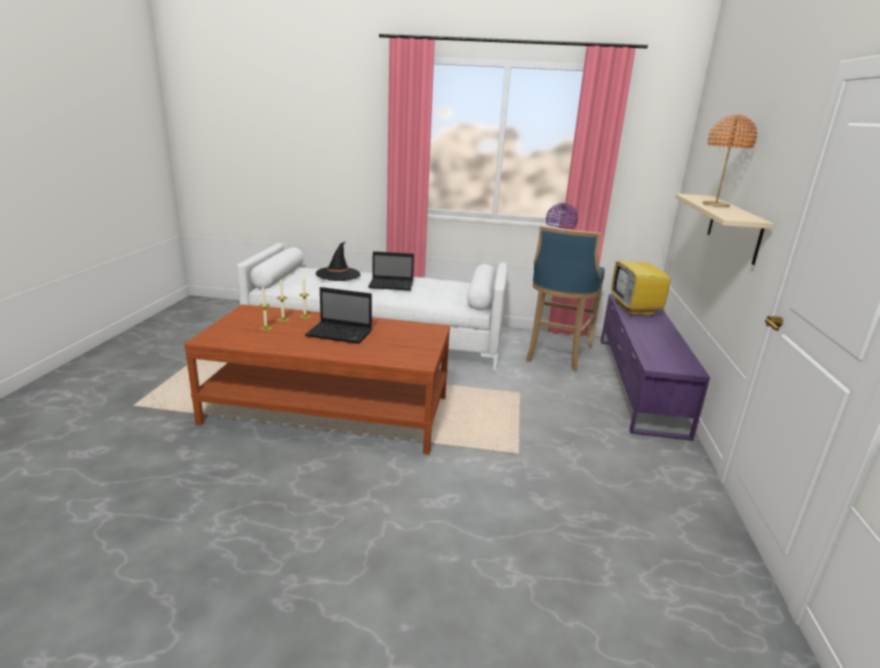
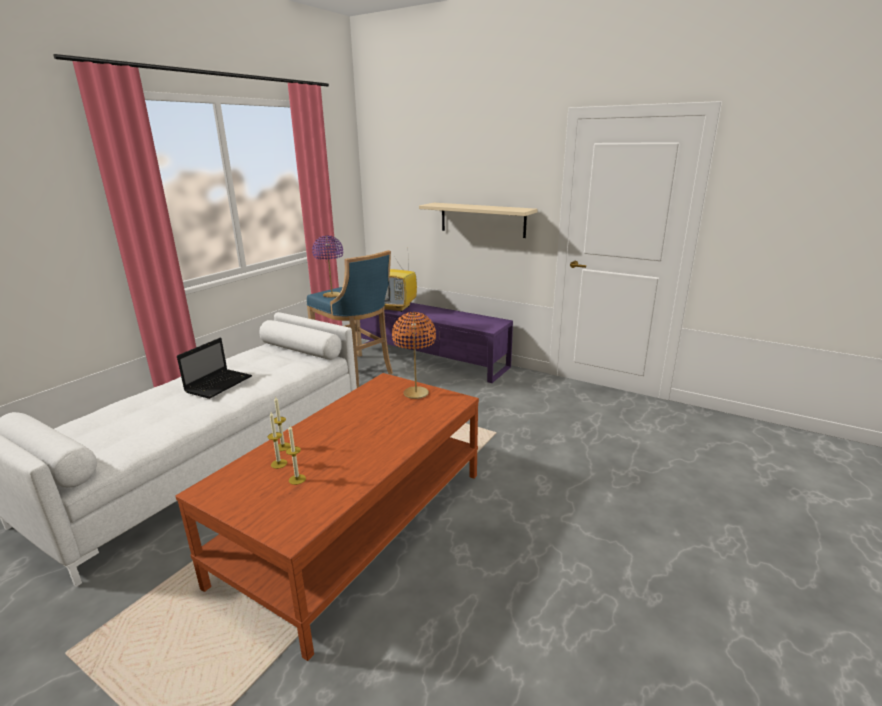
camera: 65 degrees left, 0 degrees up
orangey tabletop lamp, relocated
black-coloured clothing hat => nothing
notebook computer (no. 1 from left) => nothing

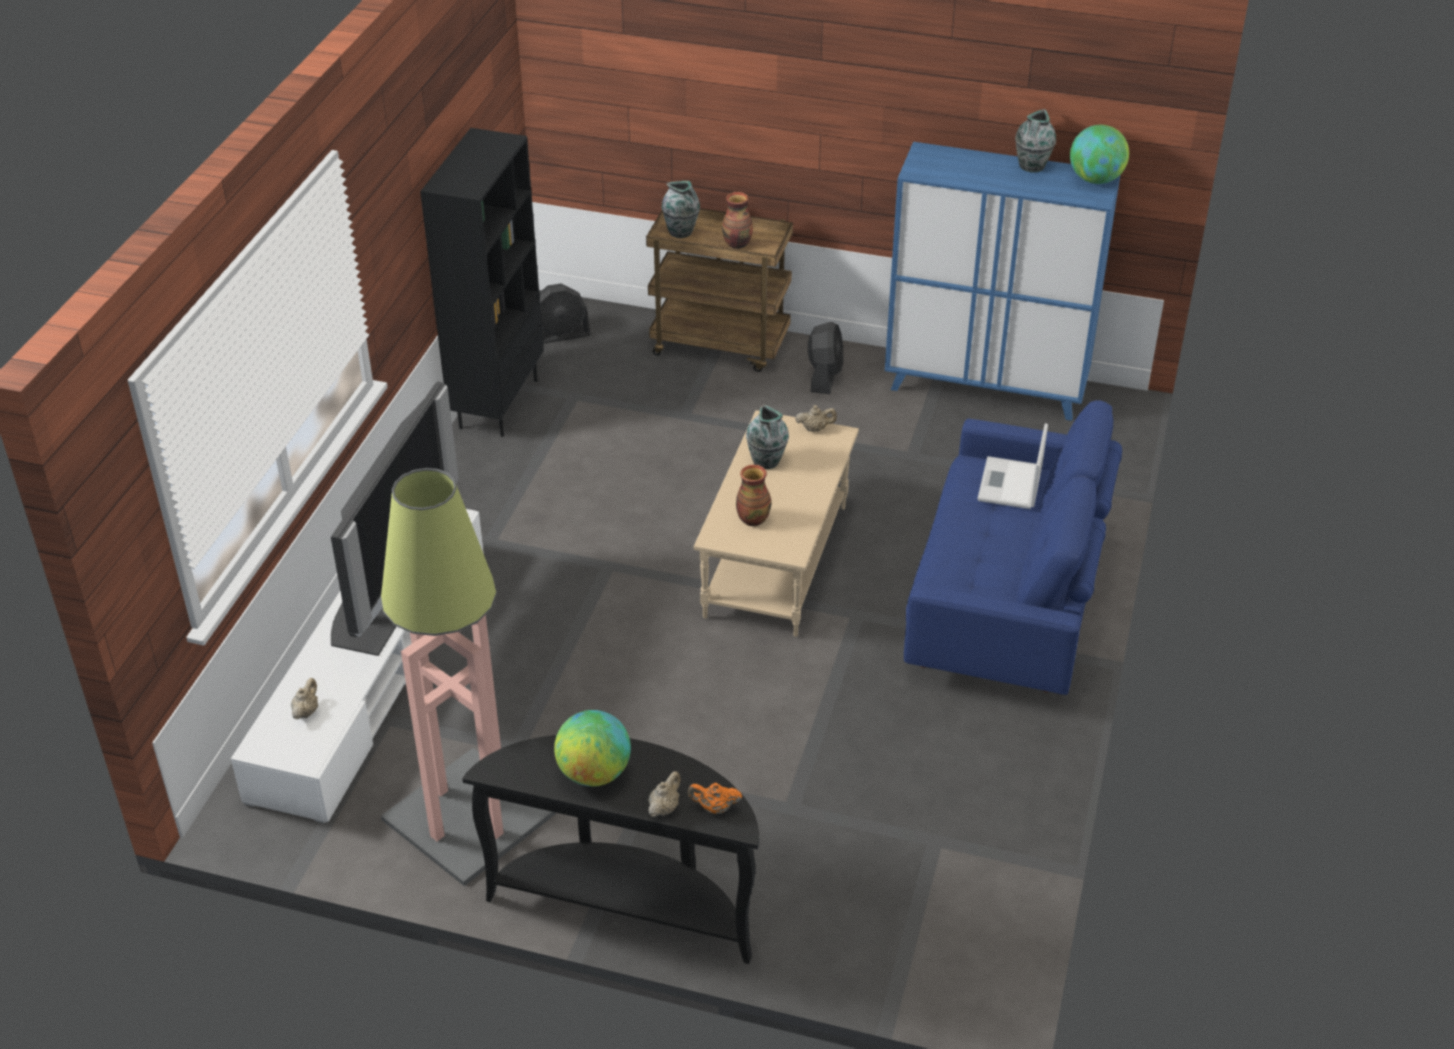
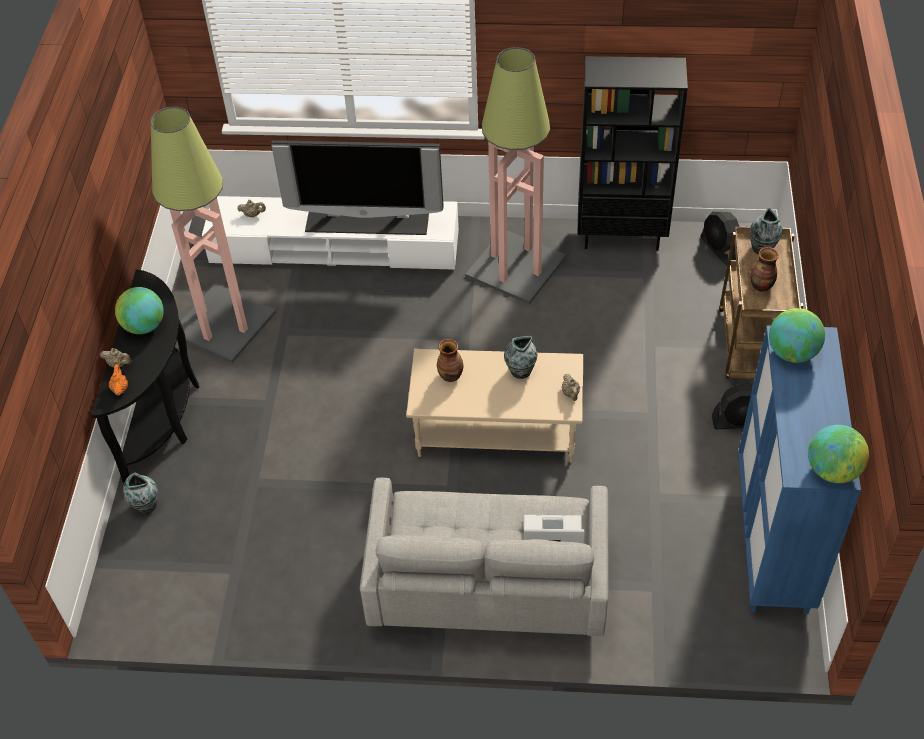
camera: 80 degrees right, 10 degrees up
vase (no. 5 from left in the first image) => vase (no. 1 from left), relocated
bluish sofa => gray sofa
nothing => standard lamp (no. 2 from left)
nothing => desk globe (no. 2 from left)

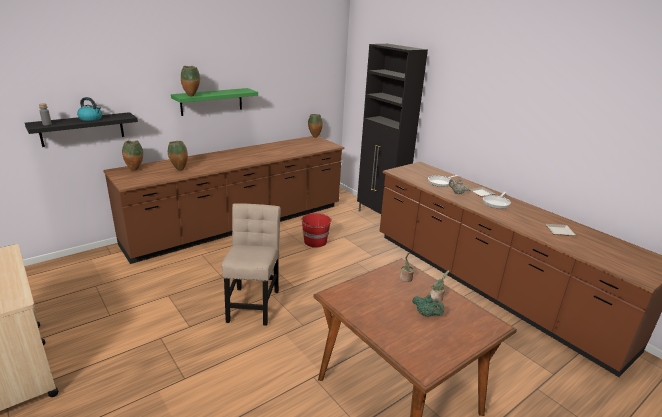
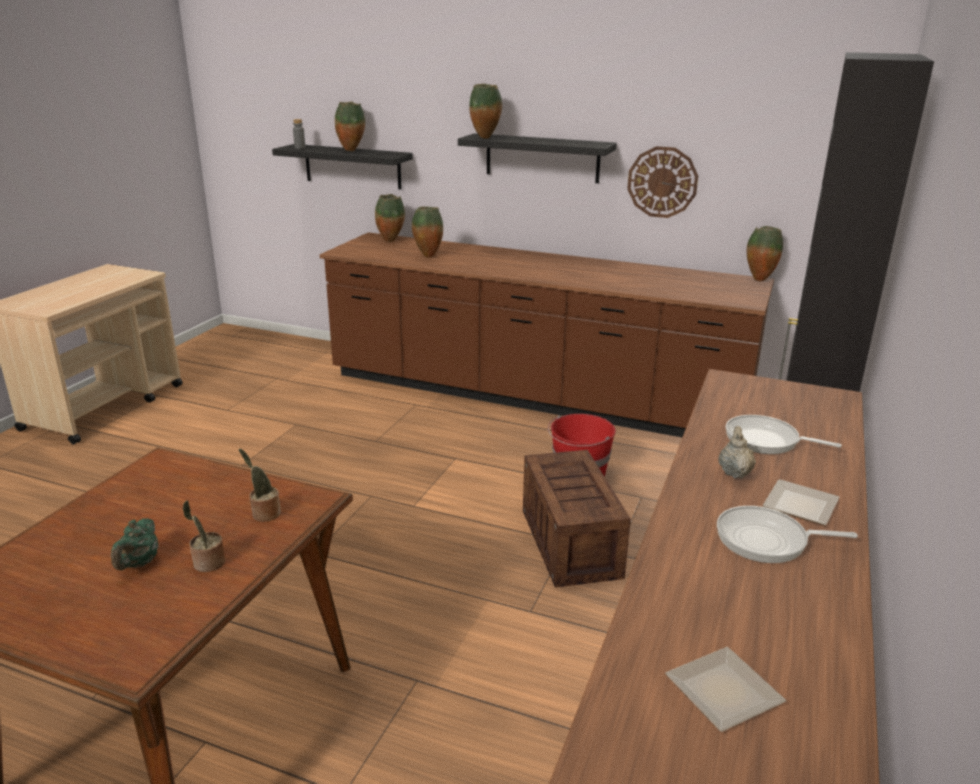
camera: 60 degrees right, 0 degrees up
greenish wall shelf => black-coloured wall shelf (no. 2 from left)
water kettle => vase (no. 1 from left)
beige upright chair => nothing
nothing => wall clock
nothing => crate

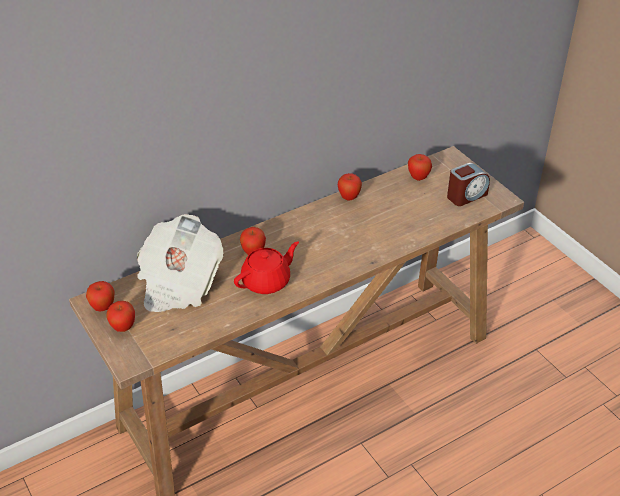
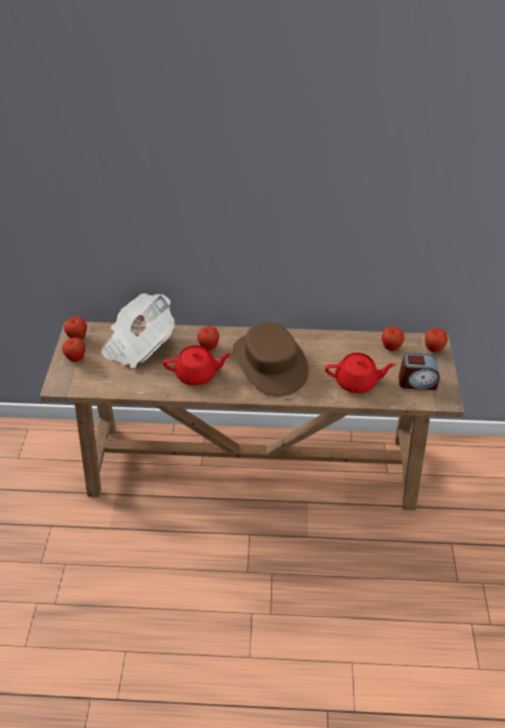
camera: 35 degrees right, 5 degrees up
apple fruit (no. 4 from left in the first image) => apple fruit (no. 5 from left), relocated
nothing => brown-coloured clothing hat
nothing => reddish teapot (no. 2 from left)

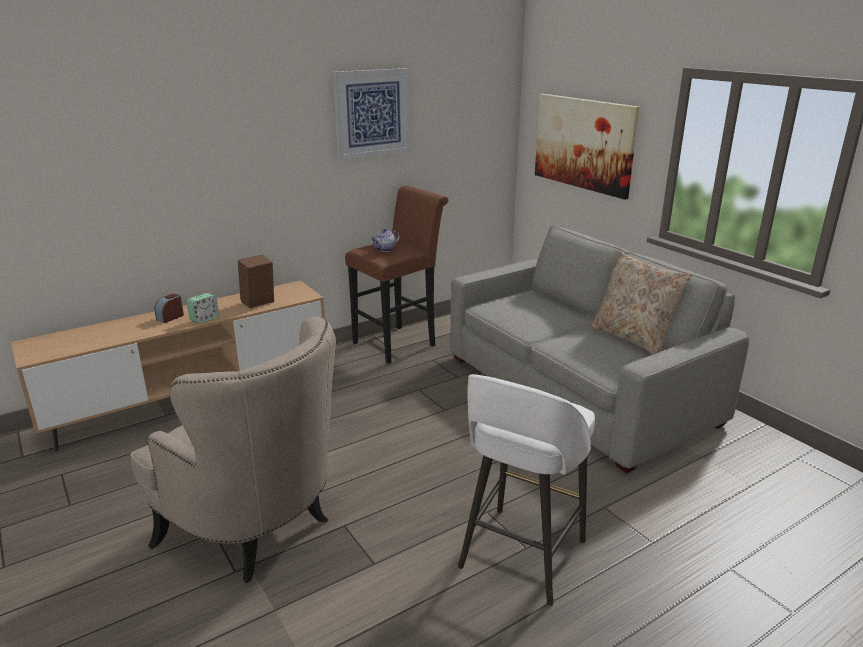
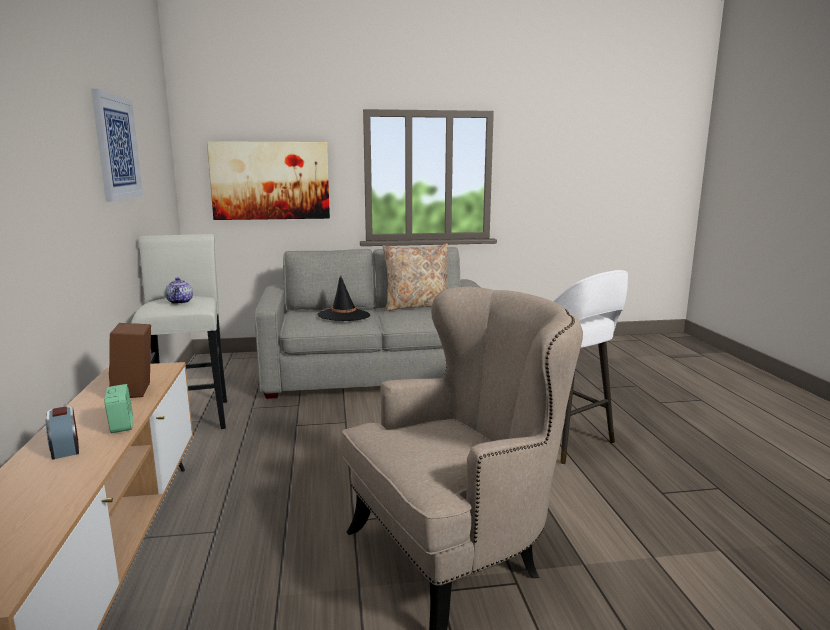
camera: 65 degrees left, 10 degrees down
brown-coloured sitting stool => white-coloured sitting stool (no. 1 from left)
nothing => black-coloured clothing hat

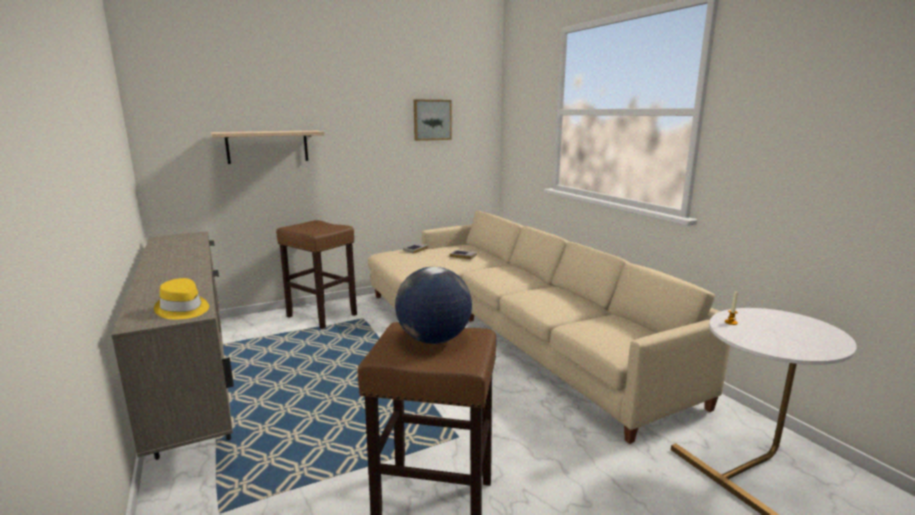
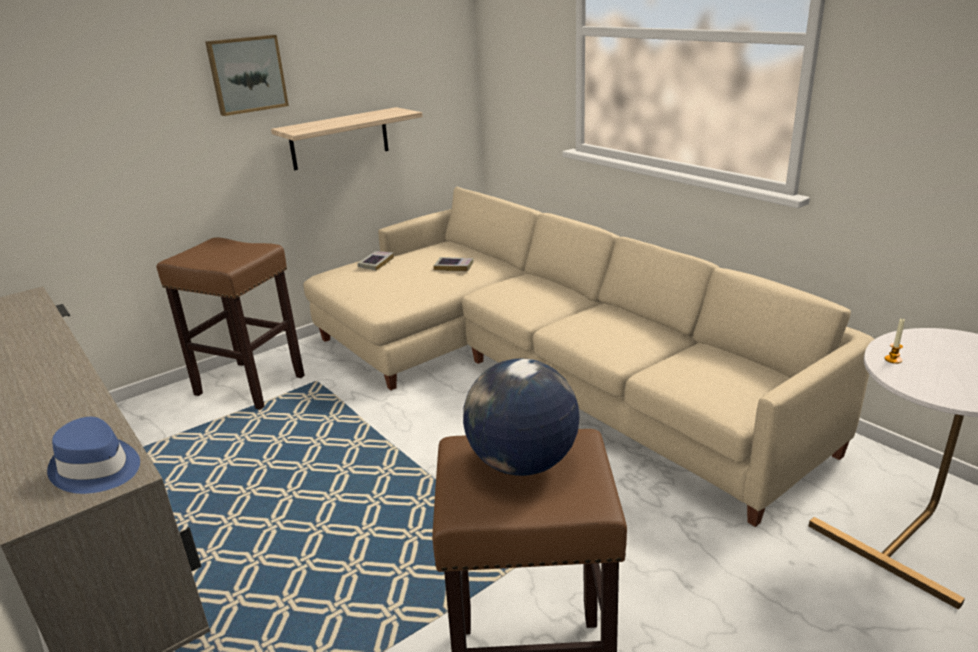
camera: 10 degrees left, 10 degrees up
wall art, relocated
wall shelf, relocated
yellow clothing hat => bluish clothing hat

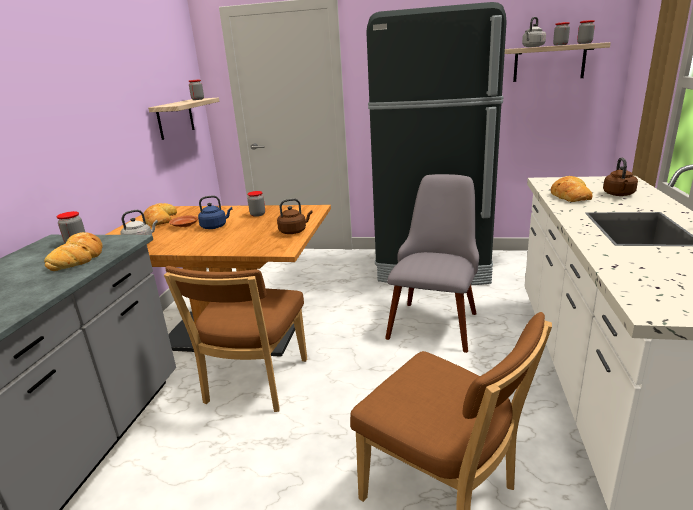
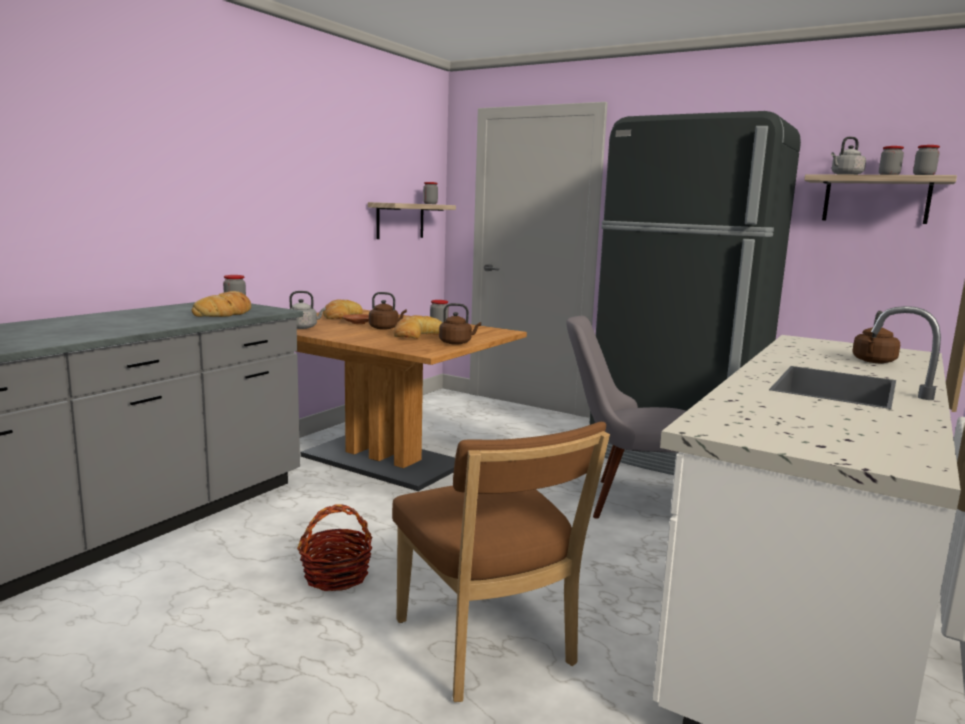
camera: 20 degrees right, 10 degrees down
gray upright chair, 120 degrees counterclockwise
bakery bread (no. 3 from left), relocated
bluish water kettle => brown-coloured water kettle (no. 1 from left)
brown-coloured upright chair (no. 1 from left) => nothing
nothing => storage basket

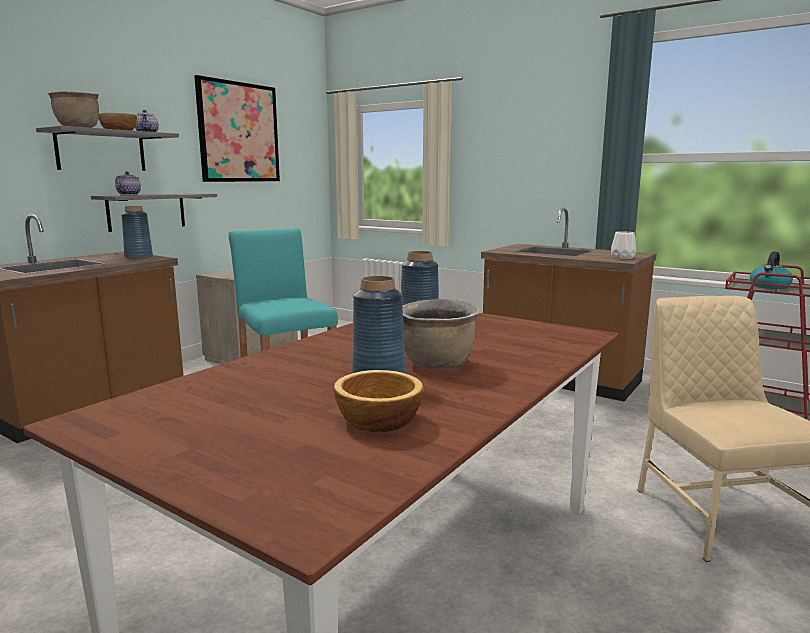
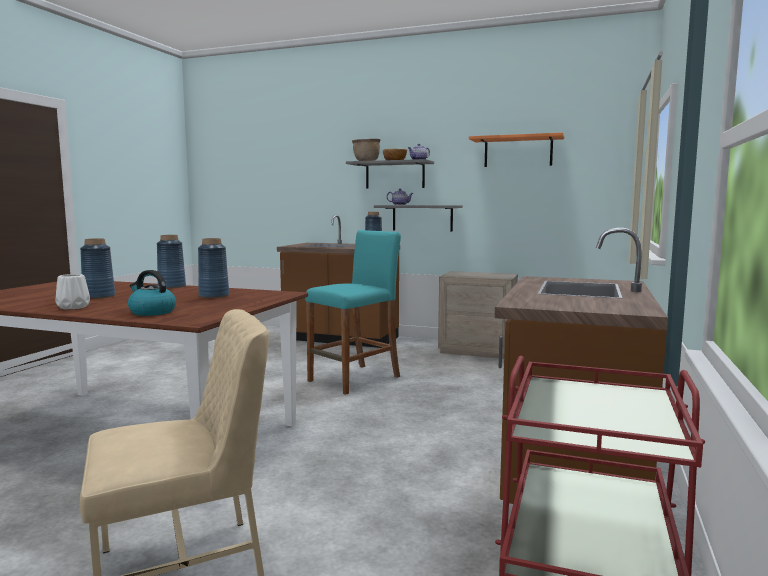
camera: 75 degrees right, 5 degrees down
wall art => orangey wall shelf
white-coloured vase, relocated
water kettle, relocated
brown-coloured saucepot (no. 2 from left) => nothing
serving bowl (no. 2 from left) => nothing
nothing => bluish vase (no. 2 from left)

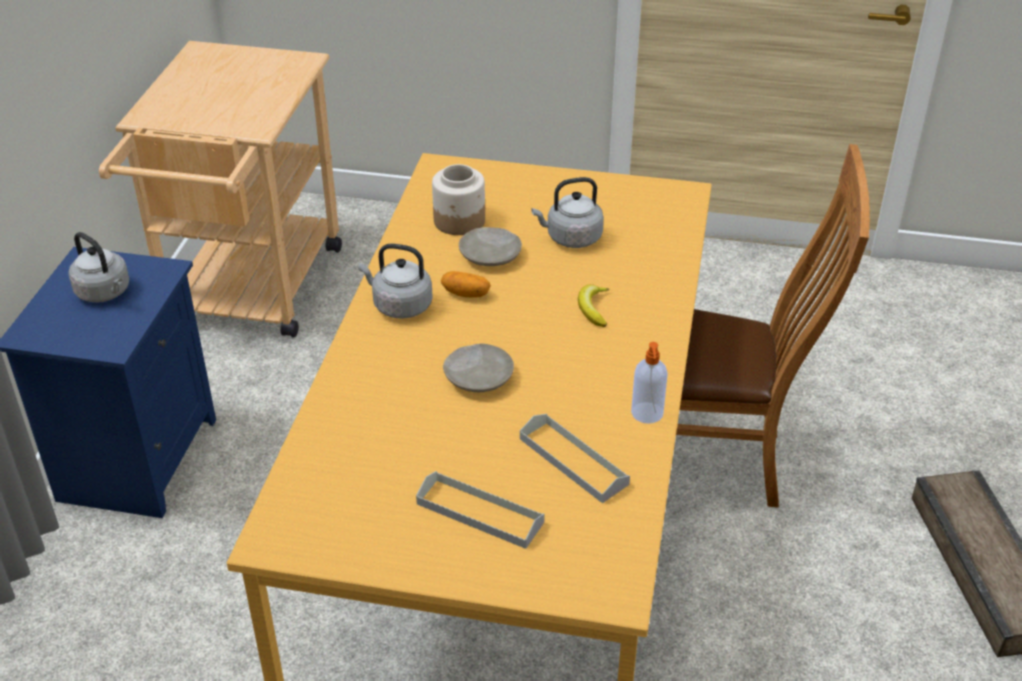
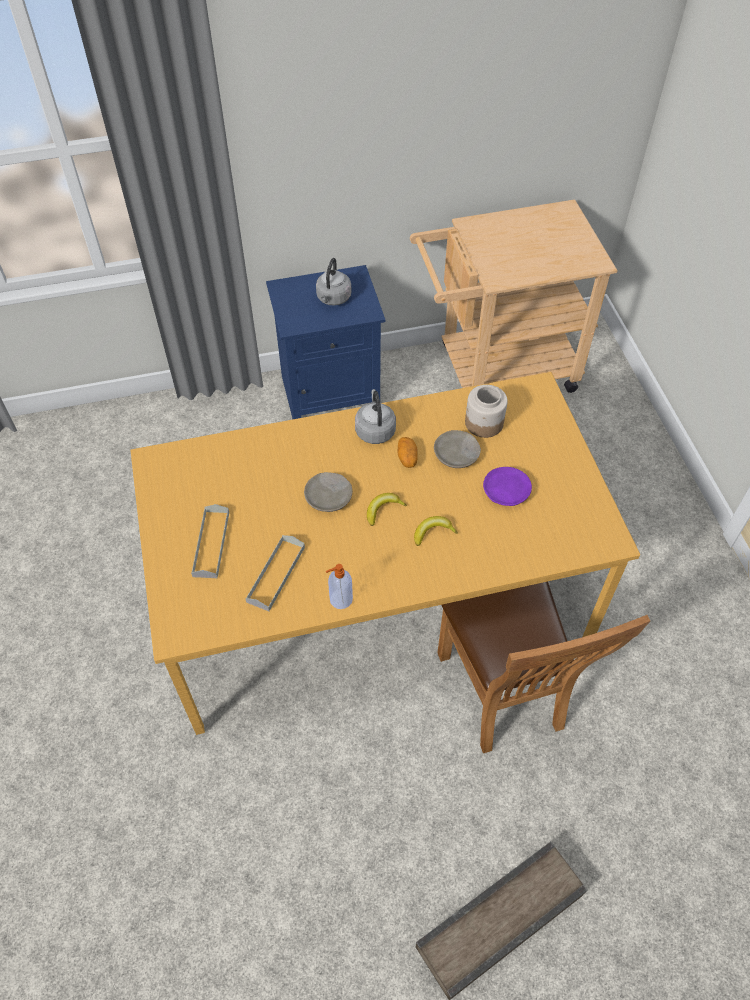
camera: 65 degrees right, 15 degrees up
gray water kettle (no. 3 from left) => purple-coloured plate
nothing => banana (no. 1 from left)

